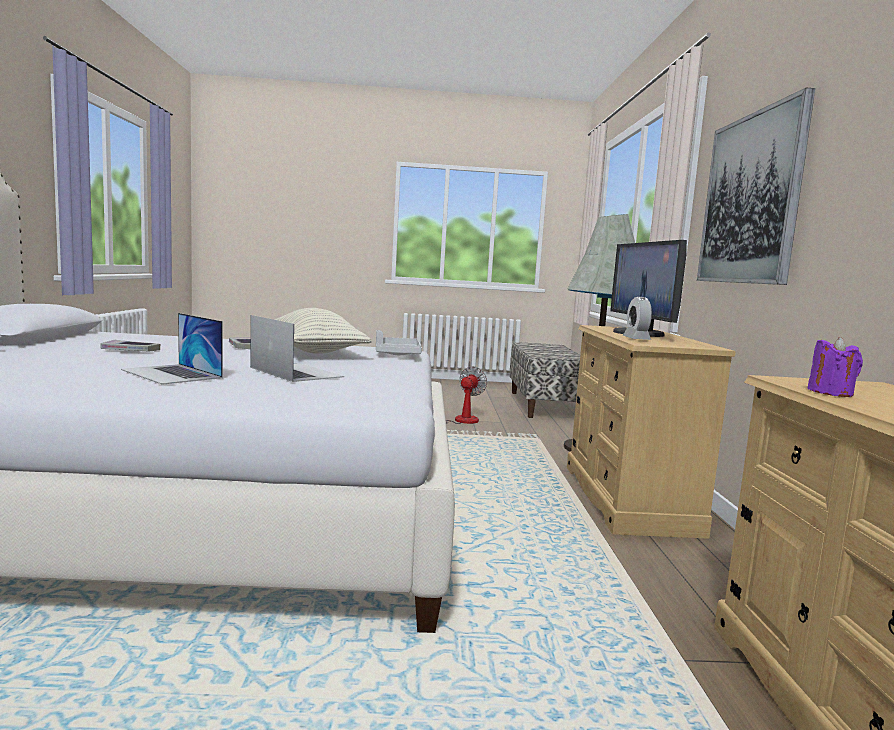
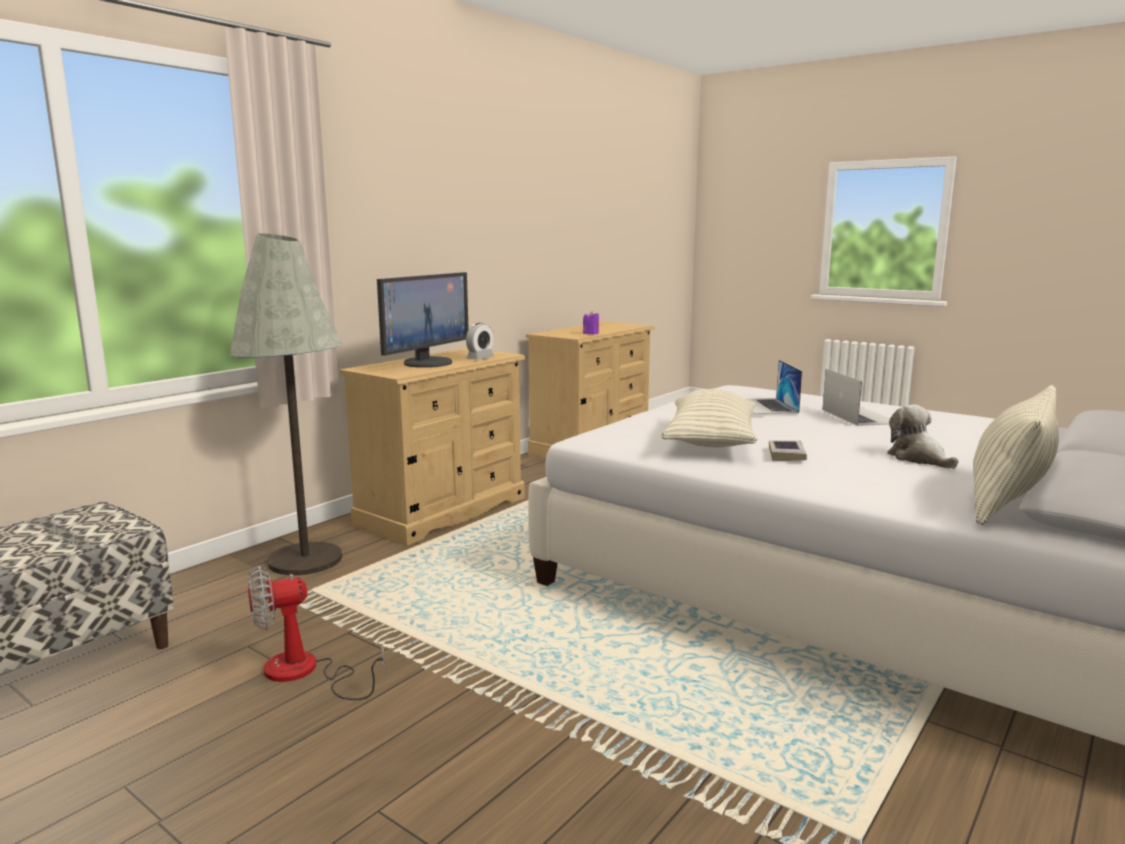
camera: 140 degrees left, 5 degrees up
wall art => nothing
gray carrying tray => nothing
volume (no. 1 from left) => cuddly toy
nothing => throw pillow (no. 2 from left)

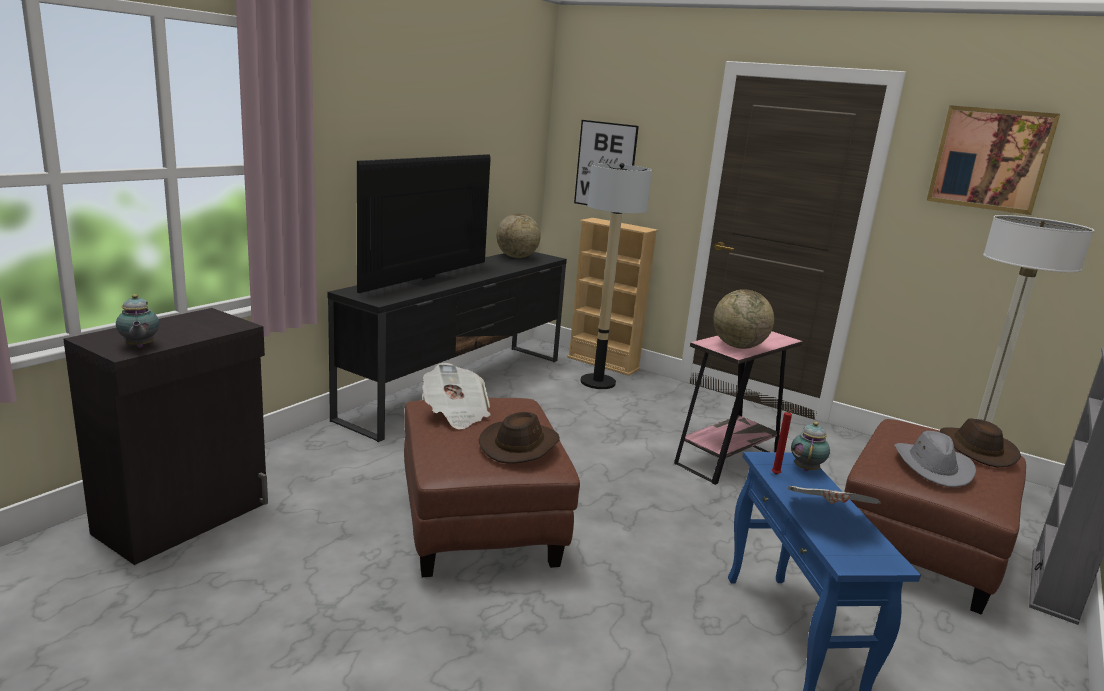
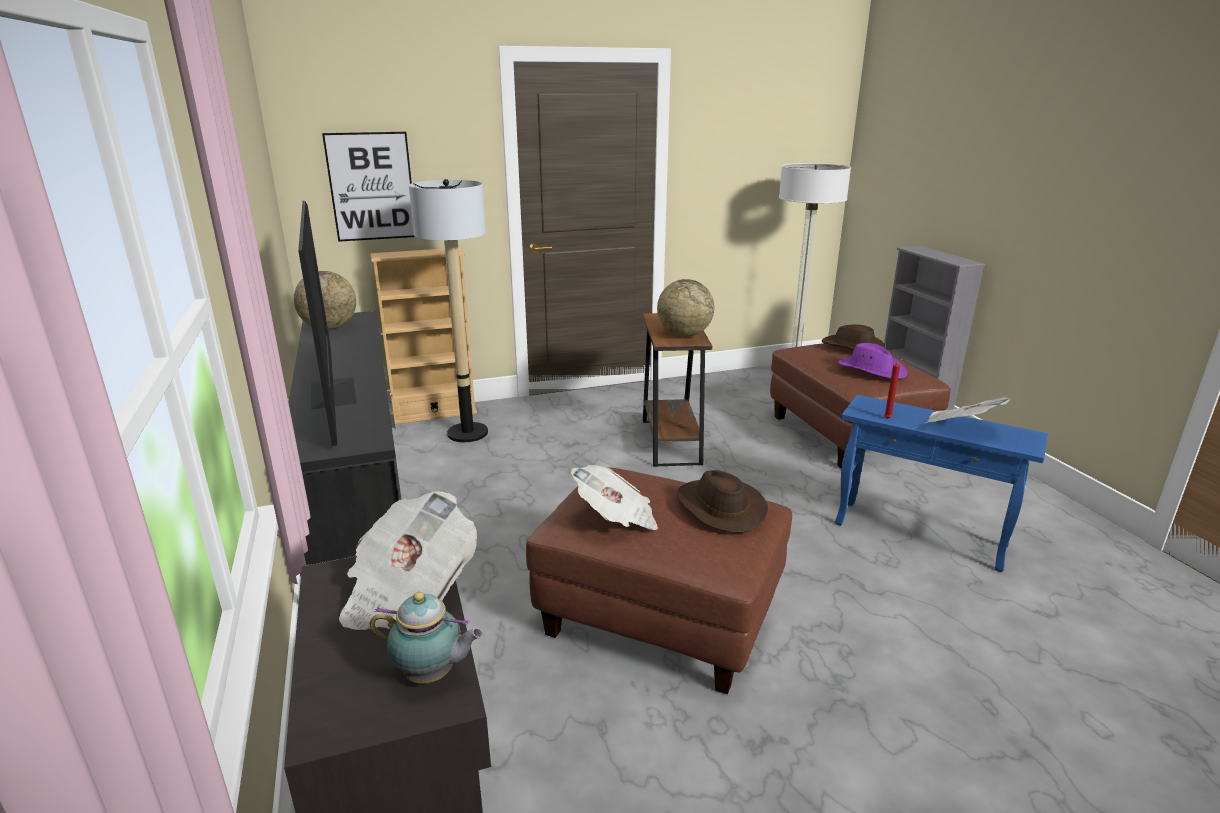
camera: 50 degrees left, 5 degrees up
wall art (no. 2 from left) => nothing
pink-coloured side table => brown-coloured side table
teapot (no. 2 from left) => nothing
gray clothing hat => purple-coloured clothing hat
nothing => daily paper (no. 1 from left)

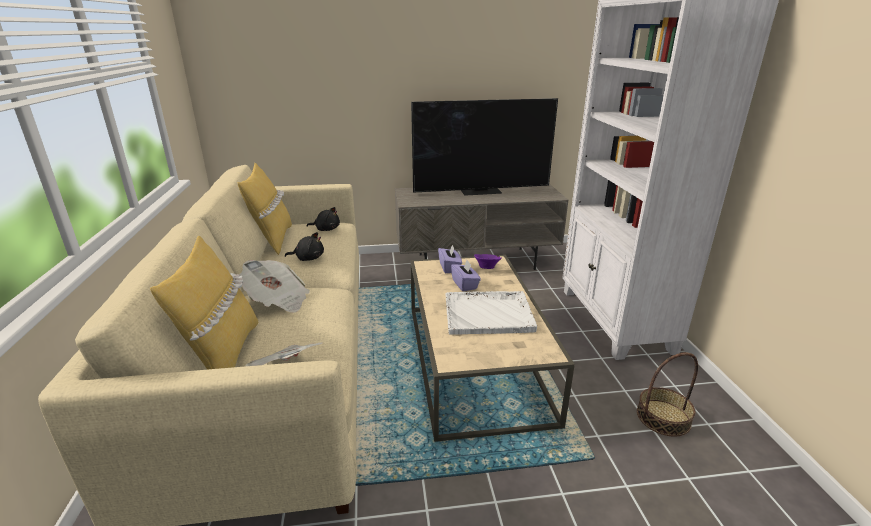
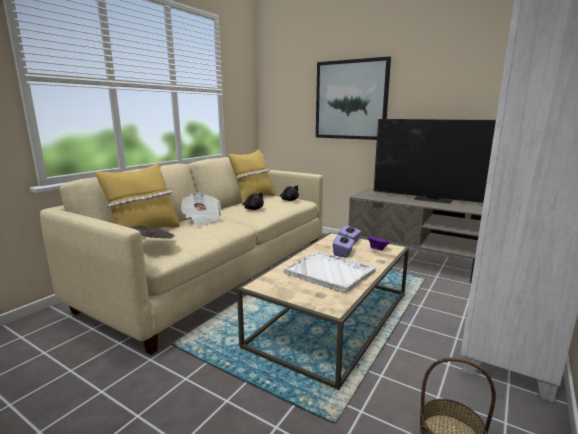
camera: 40 degrees right, 10 degrees down
nothing => wall art

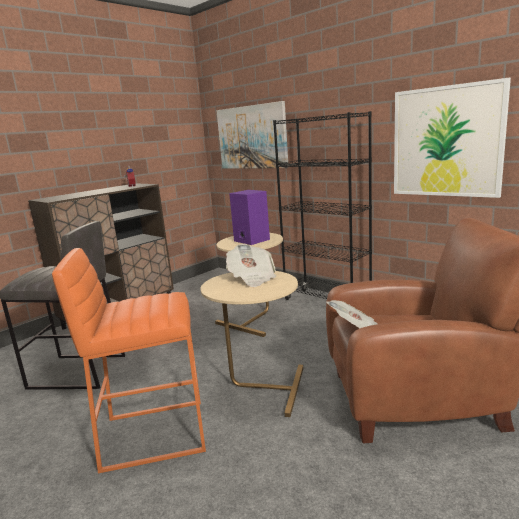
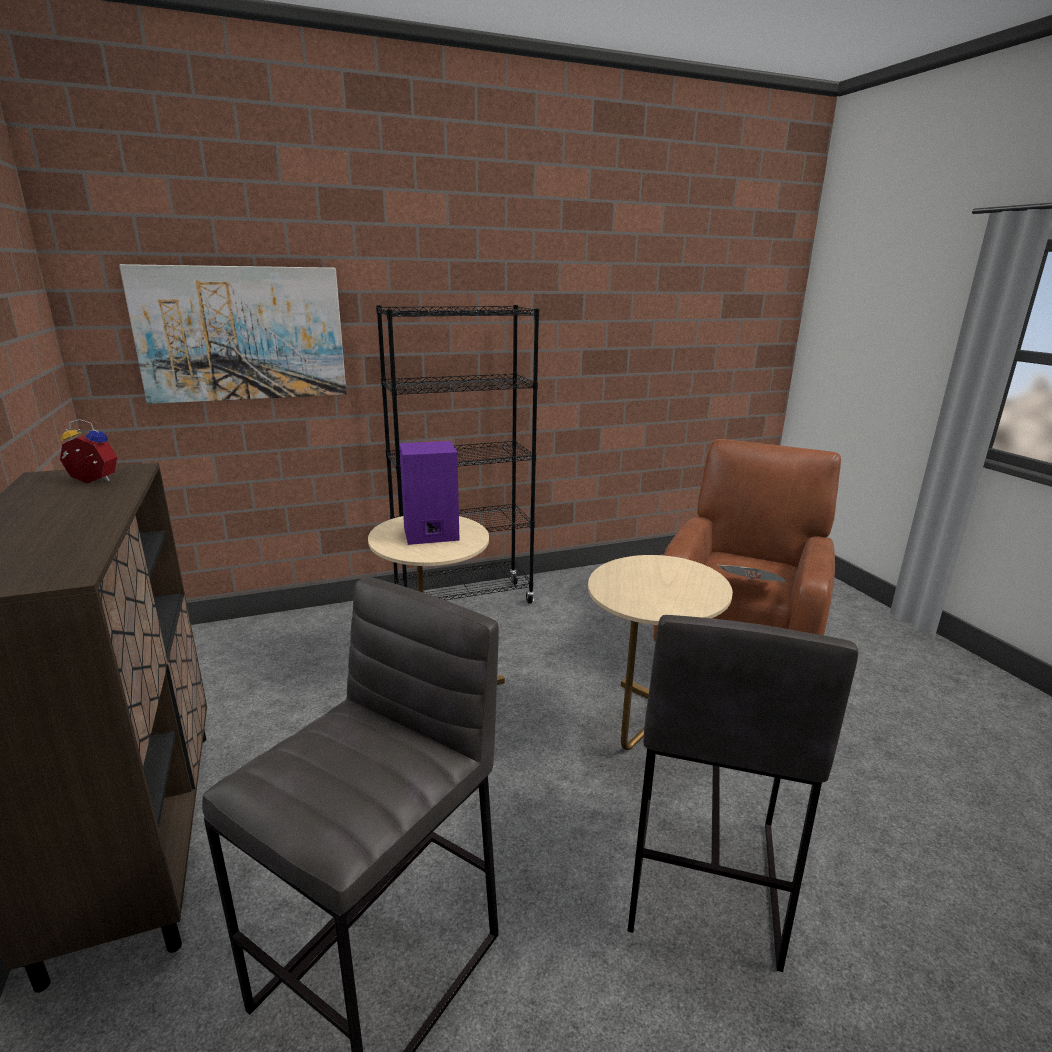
camera: 65 degrees left, 5 degrees up
wall art (no. 2 from left) => nothing
daily paper (no. 1 from left) => nothing
orangey sitting stool => gray sitting stool (no. 2 from left)

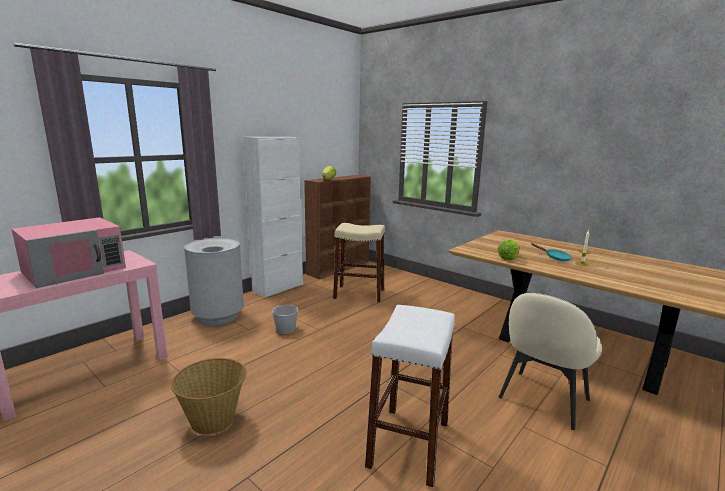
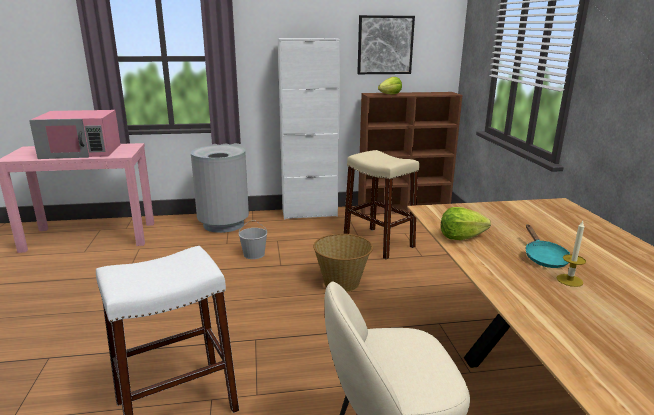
camera: 40 degrees right, 5 degrees up
storage basket, relocated
nothing => wall art

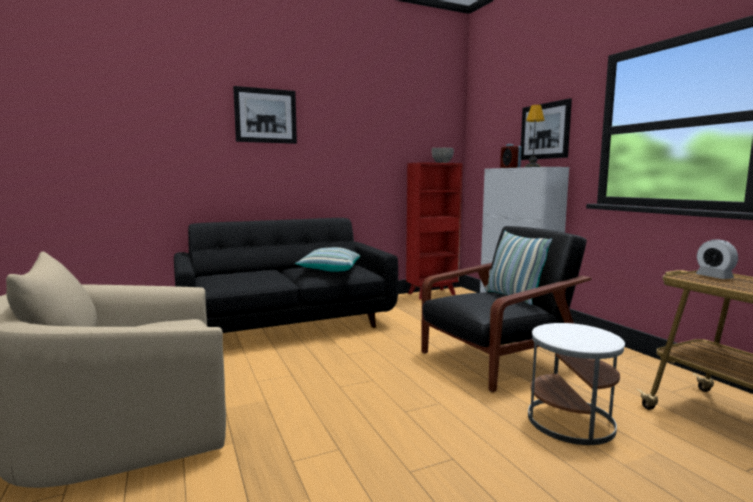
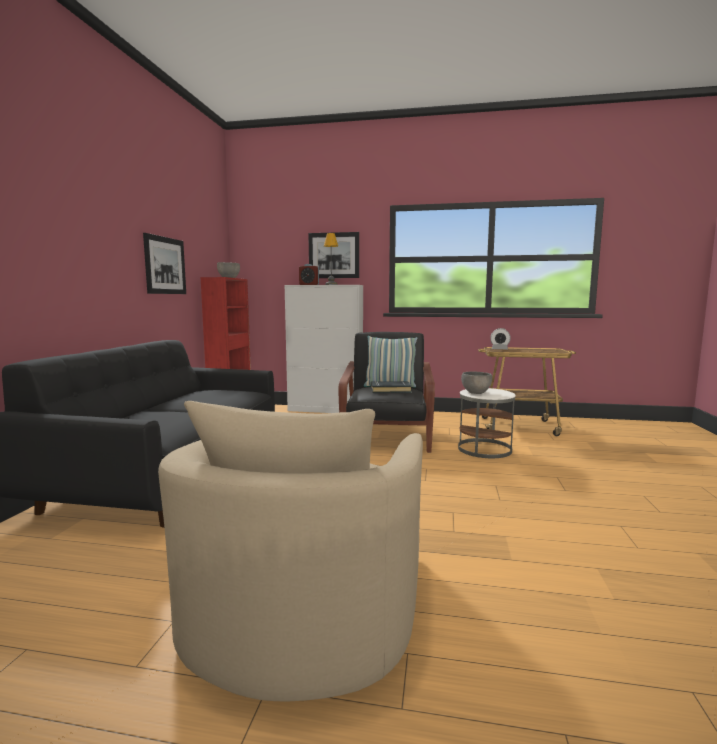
camera: 55 degrees left, 0 degrees up
wall art (no. 1 from left), relocated
throw pillow (no. 1 from left) => nothing
nothing => gray serving bowl (no. 2 from left)
nothing => black-coloured volume

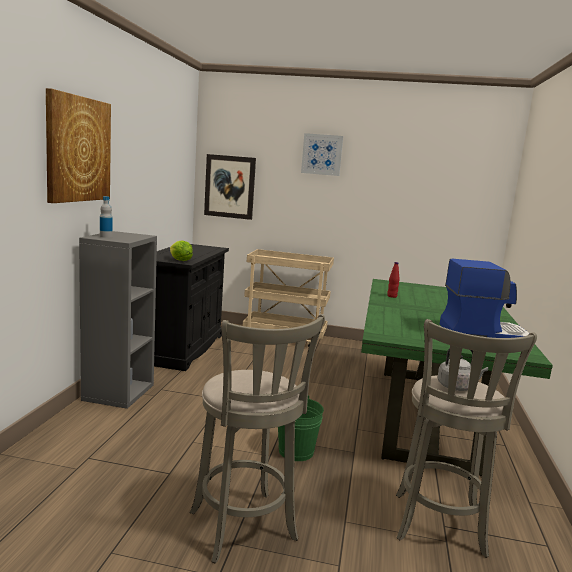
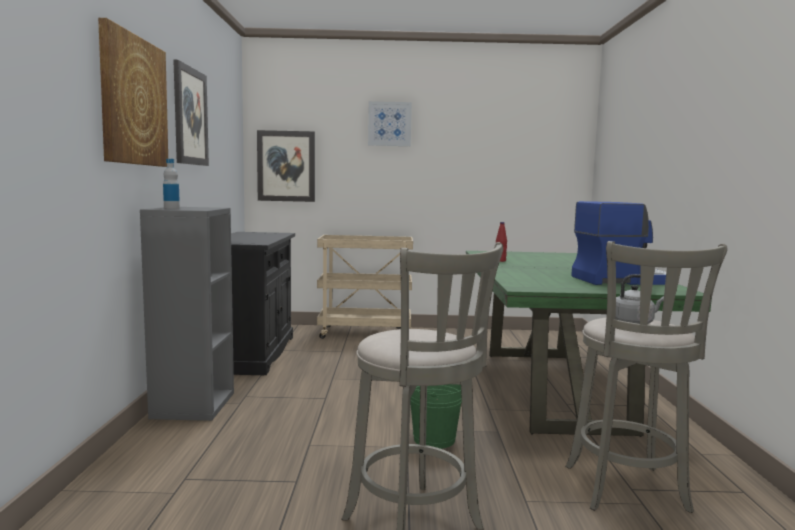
camera: 10 degrees left, 5 degrees down
lettuce head => nothing
nothing => wall art (no. 2 from left)

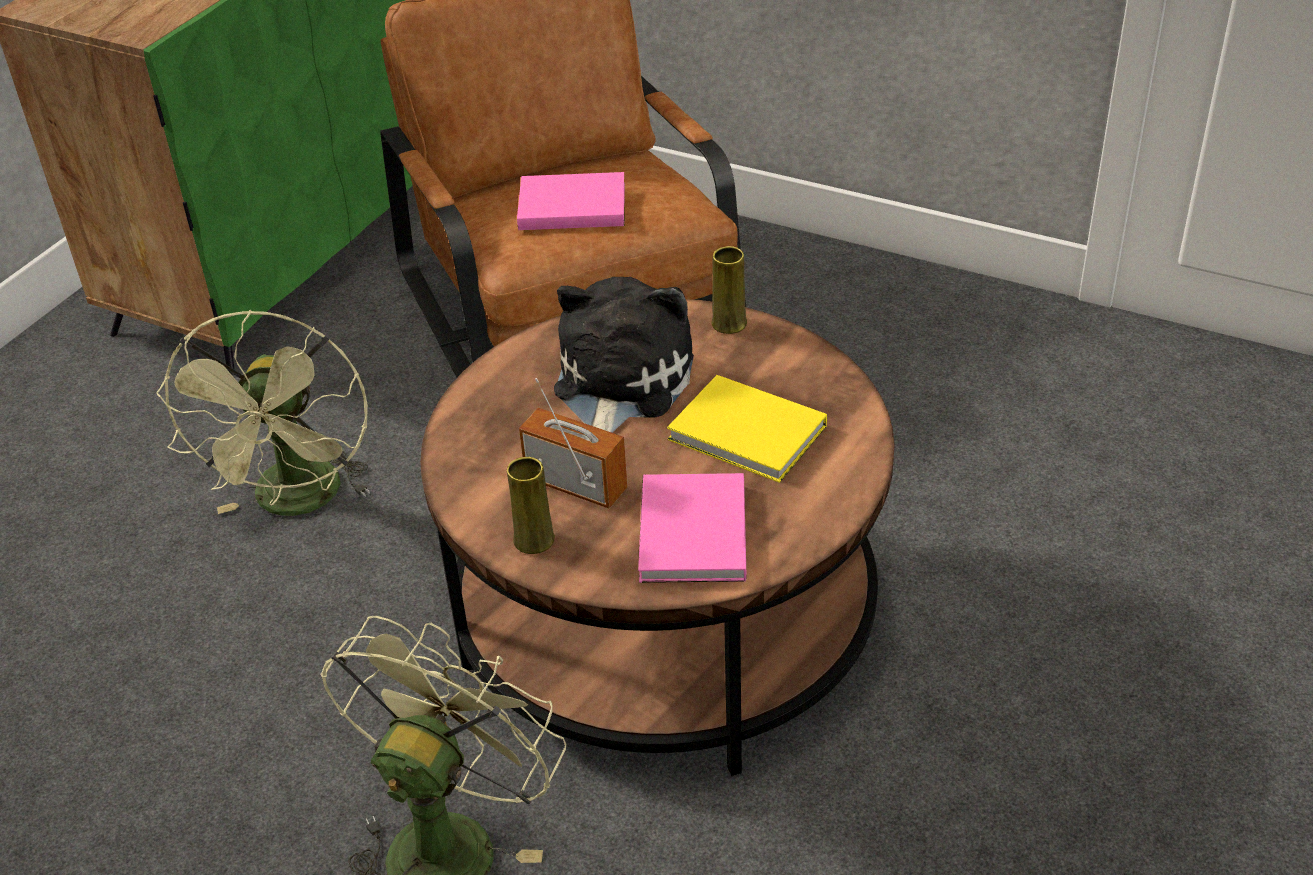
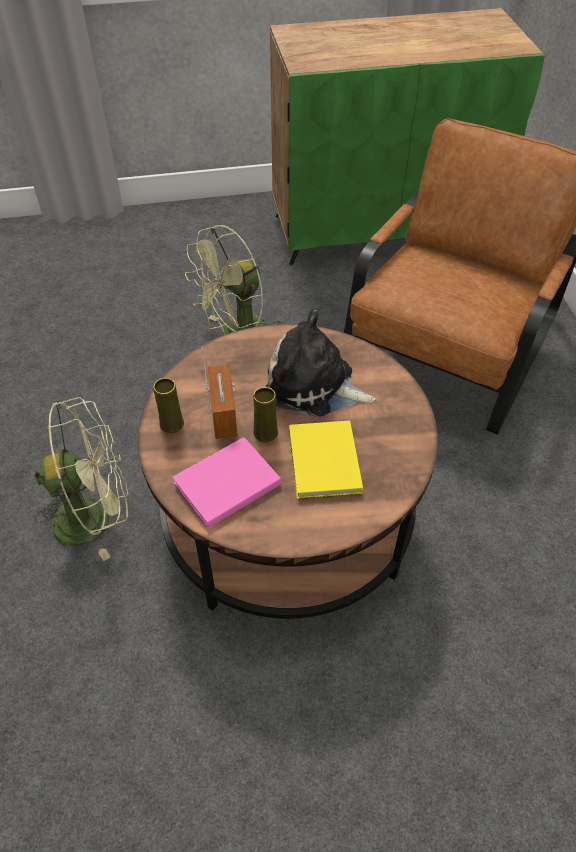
camera: 50 degrees right, 10 degrees up
pink-coloured volume (no. 1 from left) => nothing
yellow vase (no. 2 from left), relocated
cuddly toy, 135 degrees counterclockwise

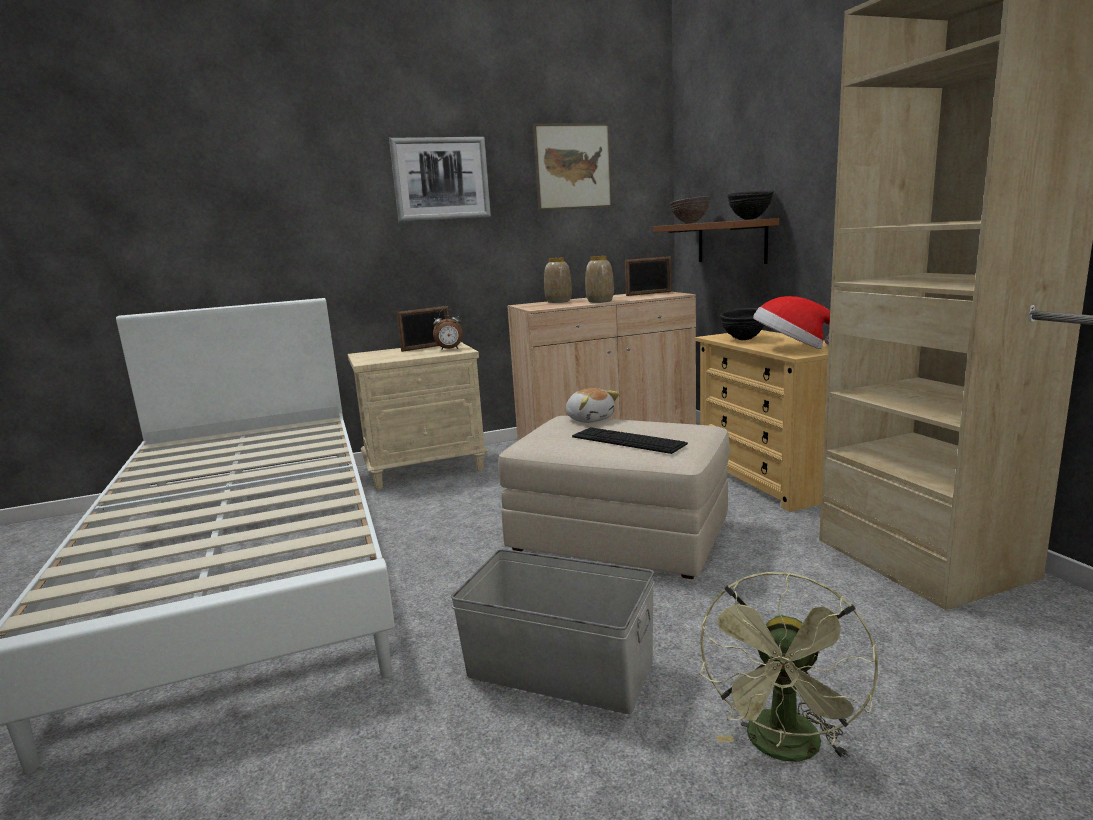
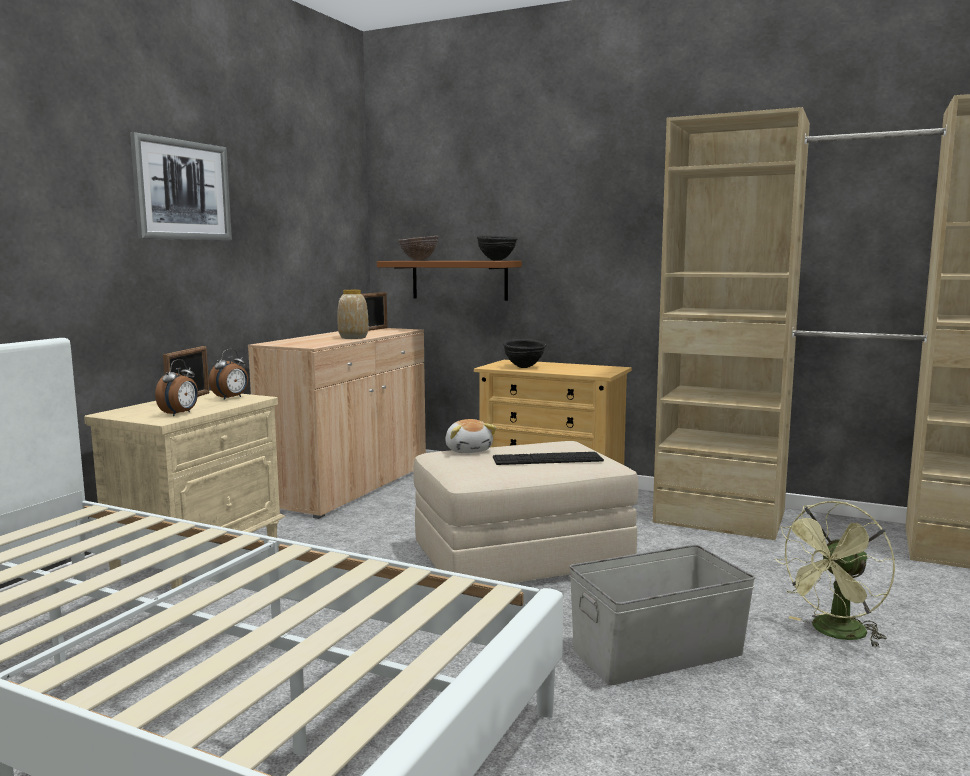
camera: 45 degrees left, 5 degrees down
wall art (no. 2 from left) => nothing
vase (no. 1 from left) => nothing
clothing hat => nothing
cuddly toy, 60 degrees clockwise
greenish electric fan, 75 degrees clockwise
nothing => table clock (no. 1 from left)

